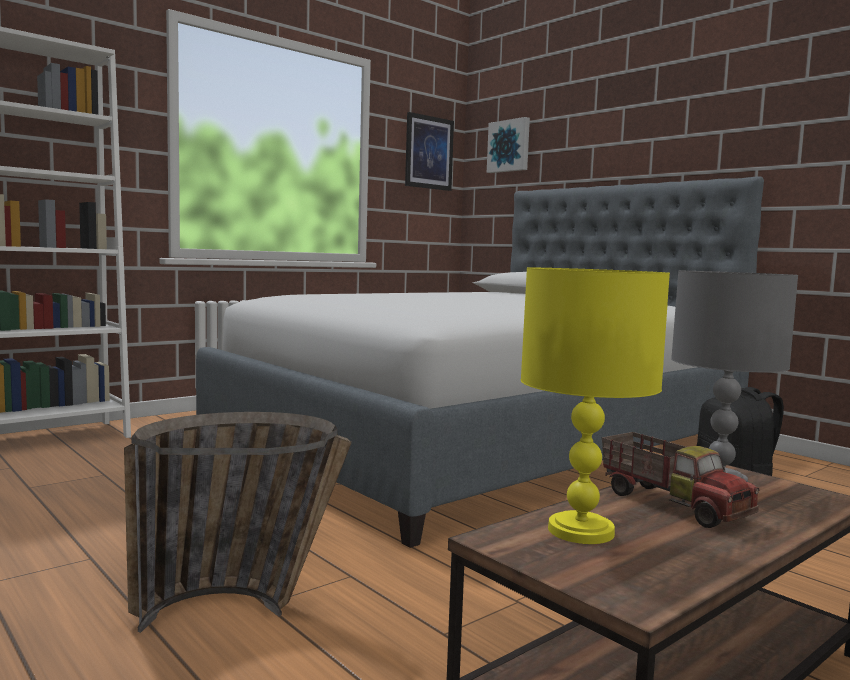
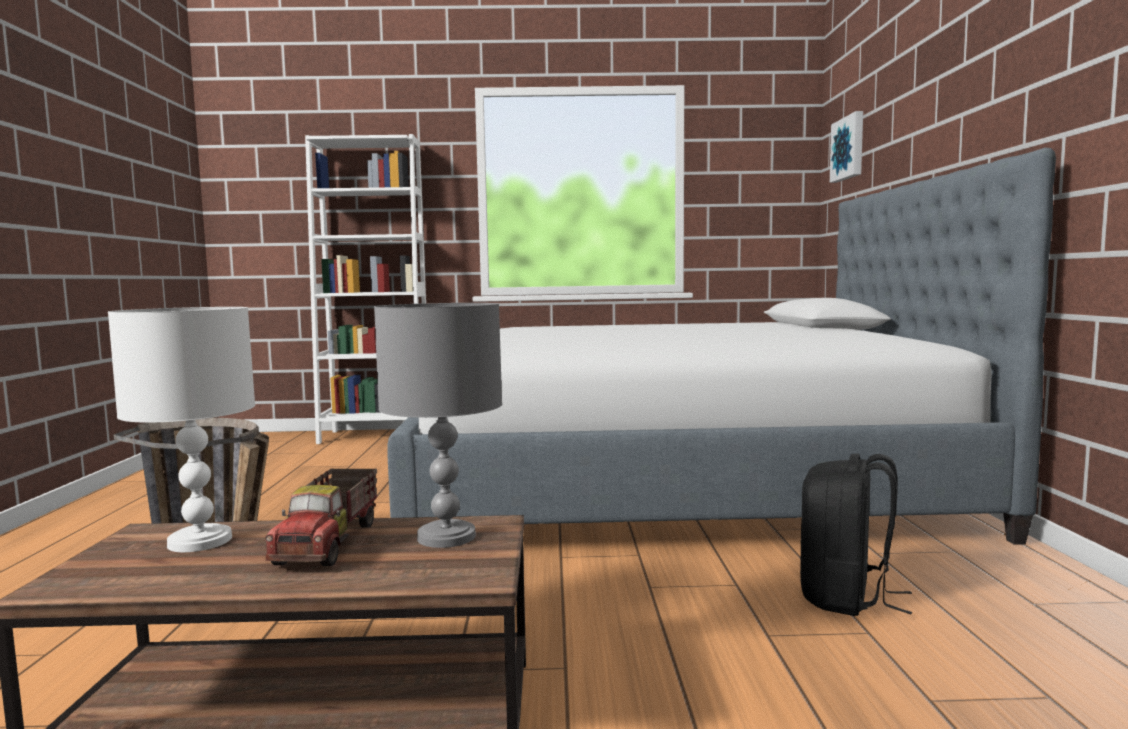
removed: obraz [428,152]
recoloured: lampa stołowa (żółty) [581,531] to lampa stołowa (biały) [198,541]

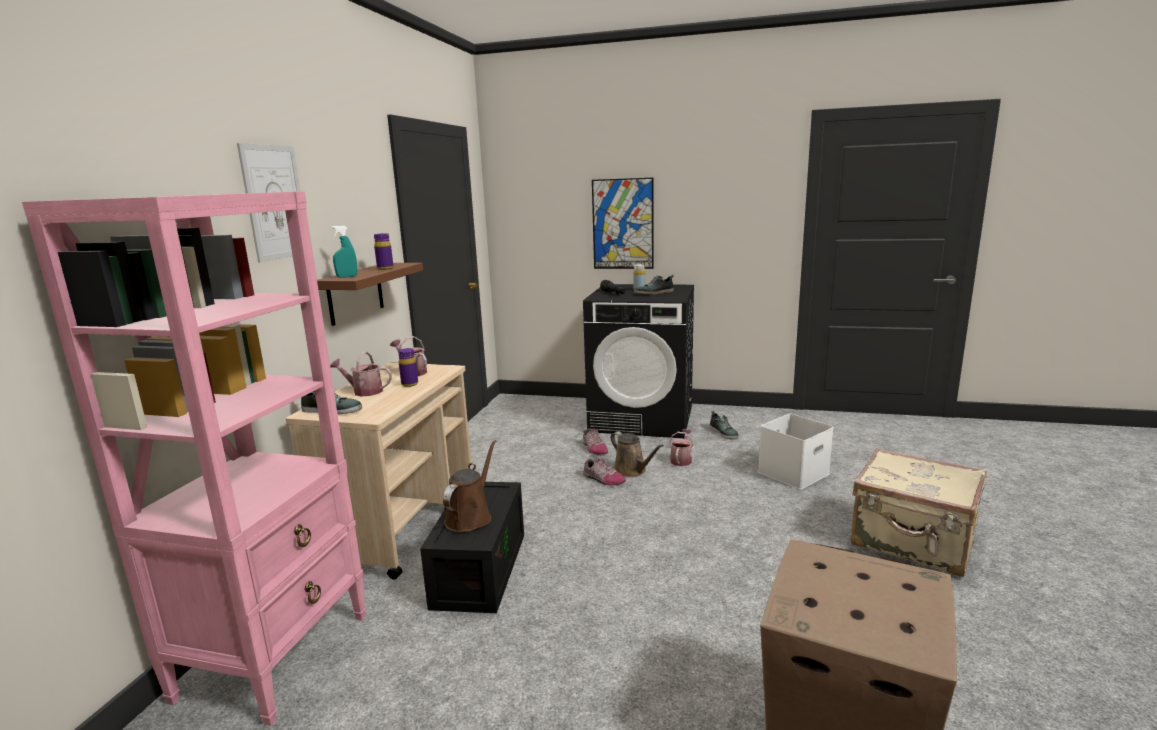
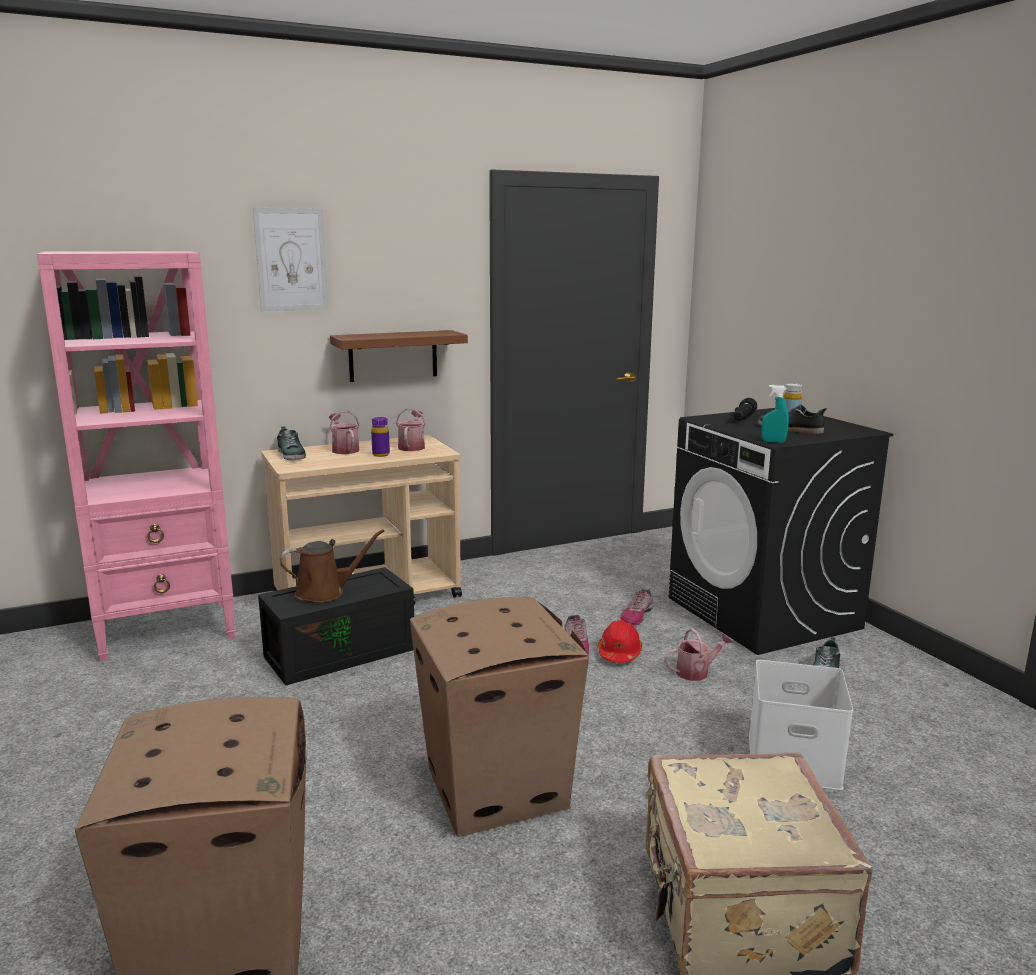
removed: obraz [623,224]; butelka (fioletowy) [385,268]
added: karton [496,786]
moved: spryskiwacz (turkusowy) [347,277] to [773,441]
replaced: konewka (brązowy) [632,471] to kask (czerwony) [619,653]

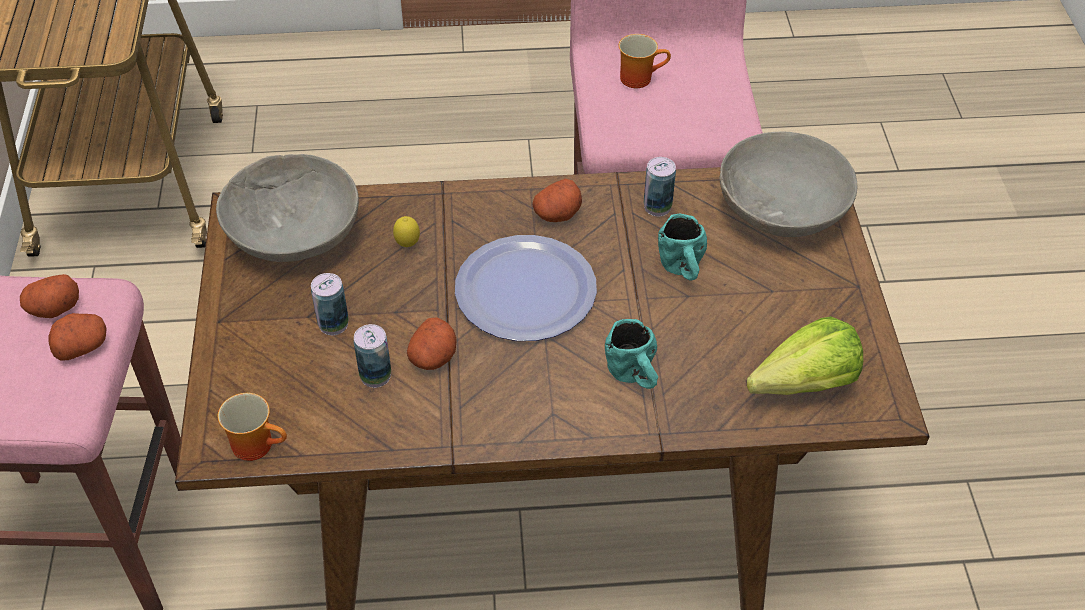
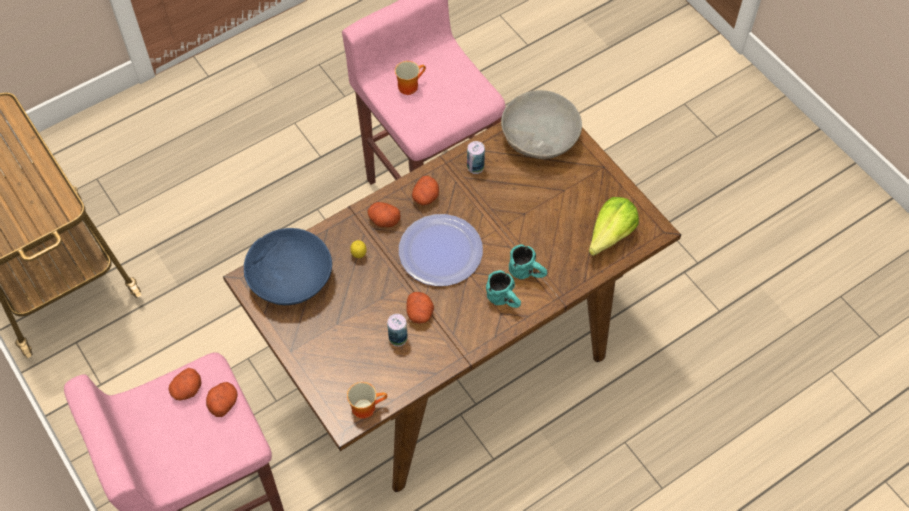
removed: puszka [333,324]
added: ziemniak [383,220]
moved: kubek (turkusowy) [683,271] to [504,300]
recoloured: miska (szary) [293,233] to miska (niebieski) [290,279]

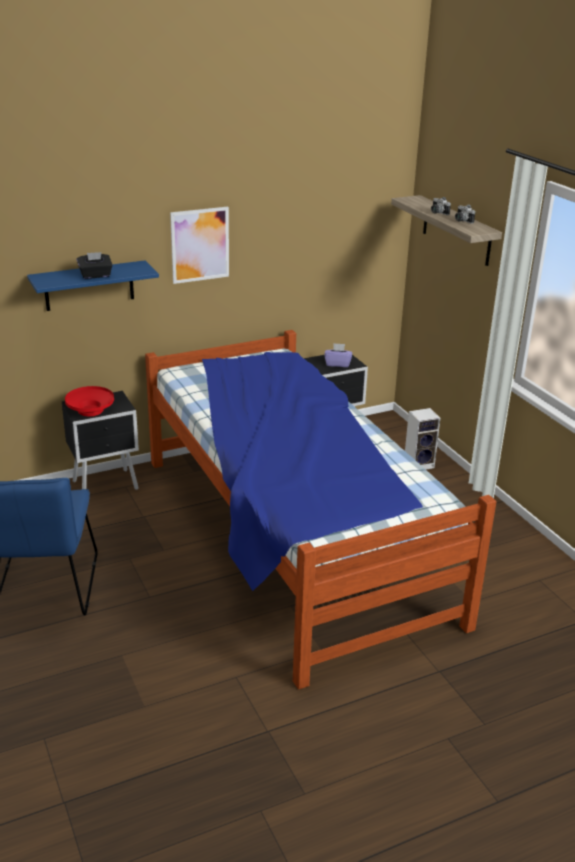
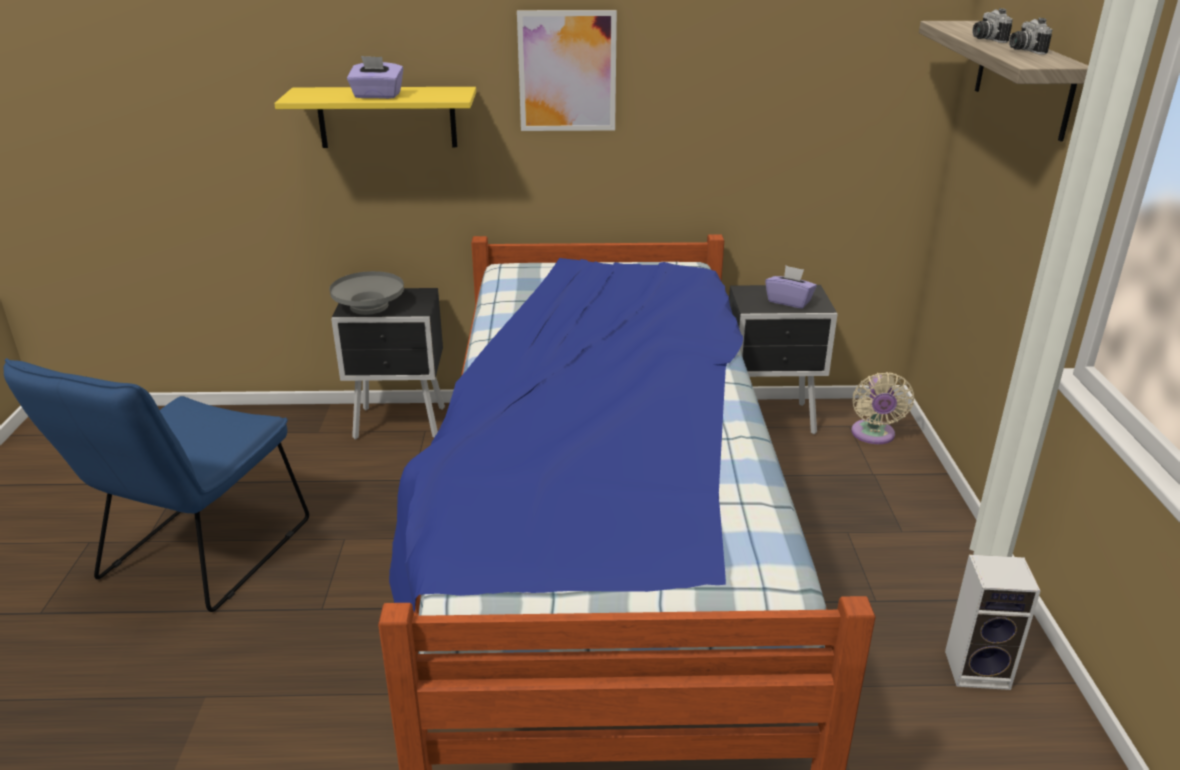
added: wentylator (beżowy) [873,435]
moved: głośnik [419,464] to [979,669]
recoloured: pudełko chusteczek (czarny) [95,275] to pudełko chusteczek (fioletowy) [377,96]; półka (niebieski) [89,286] to półka (żółty) [387,117]; miska (czerwony) [90,410] to miska (szary) [369,307]

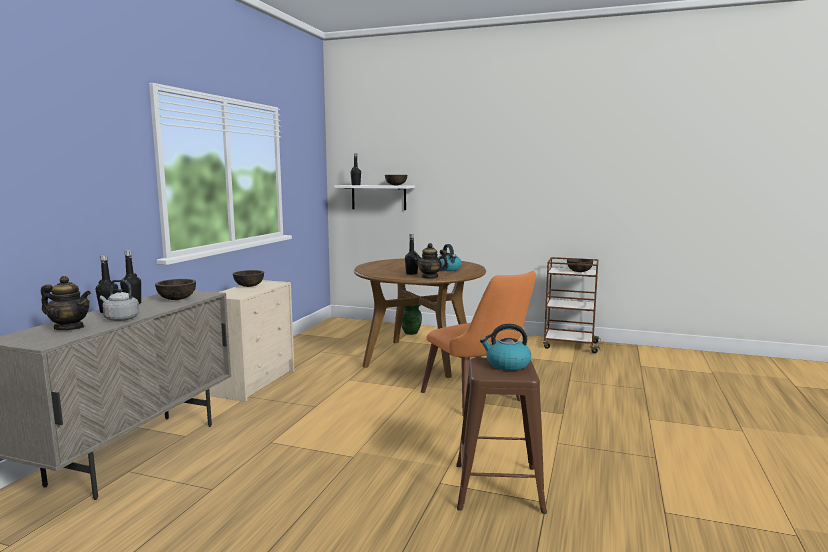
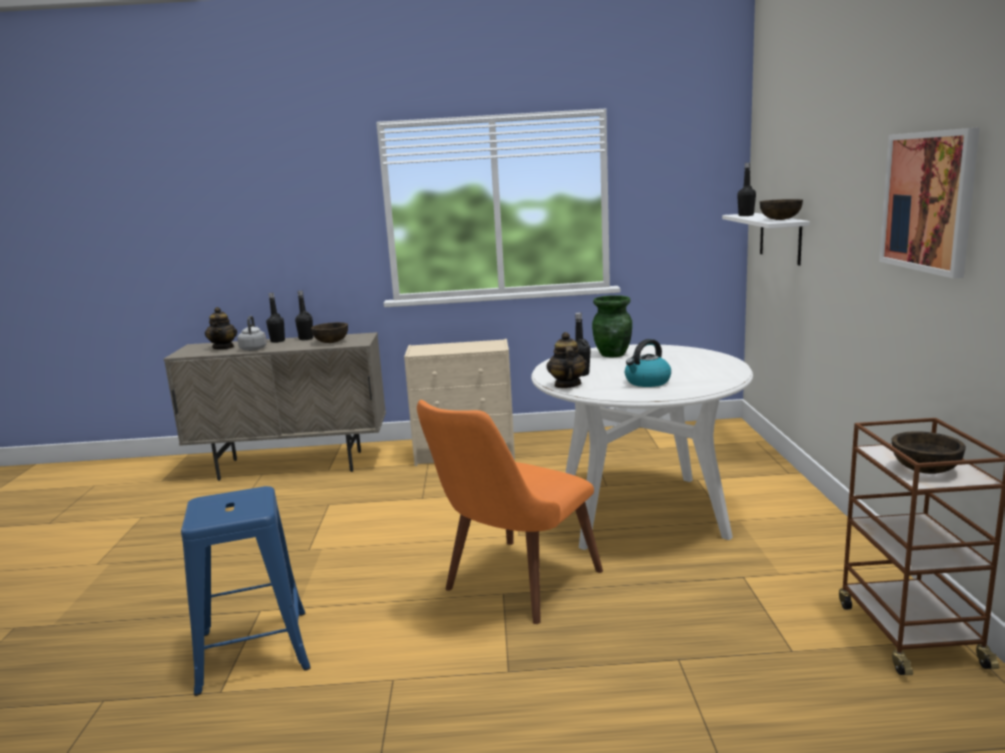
removed: miska (brązowy) [249,286]; czajnik [507,364]
added: obraz [928,201]
moved: wazon (zielony) [411,332] to [613,354]
recoloured: stół jadalny (brązowy) [419,358] to stół jadalny (biały) [640,510]; stołek (brązowy) [498,487] to stołek (niebieski) [253,650]

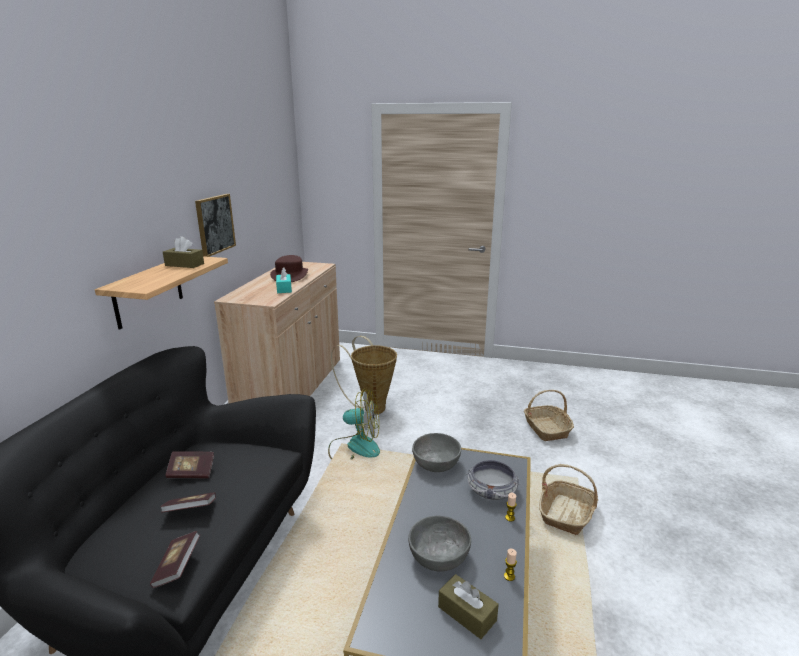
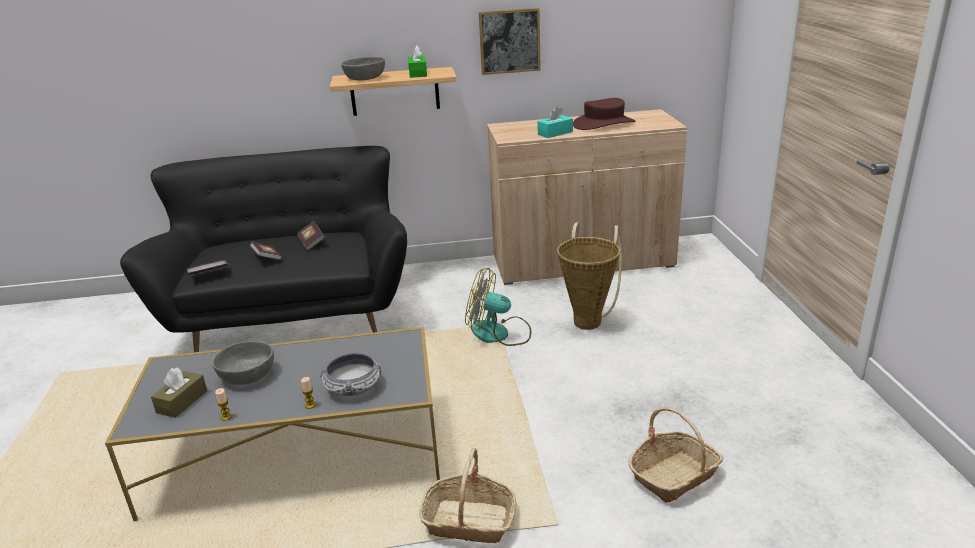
moved: miska (szary) [436,463] to [364,78]
recoloured: pudełko chusteczek (brązowy) [184,264] to pudełko chusteczek (zielony) [418,73]
turned: wentylator [355,447] = [499,334] 120 degrees clockwise

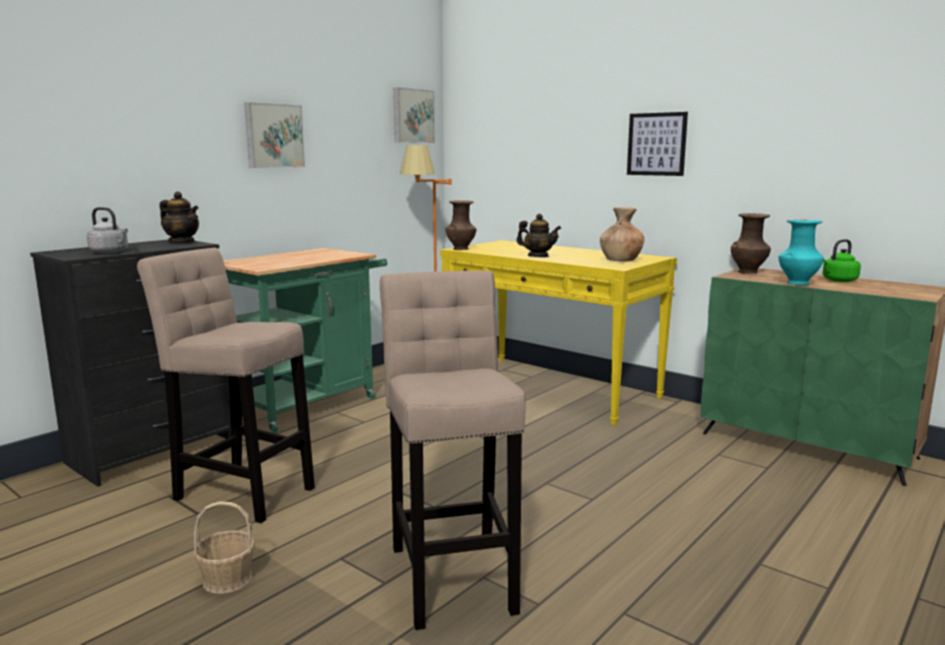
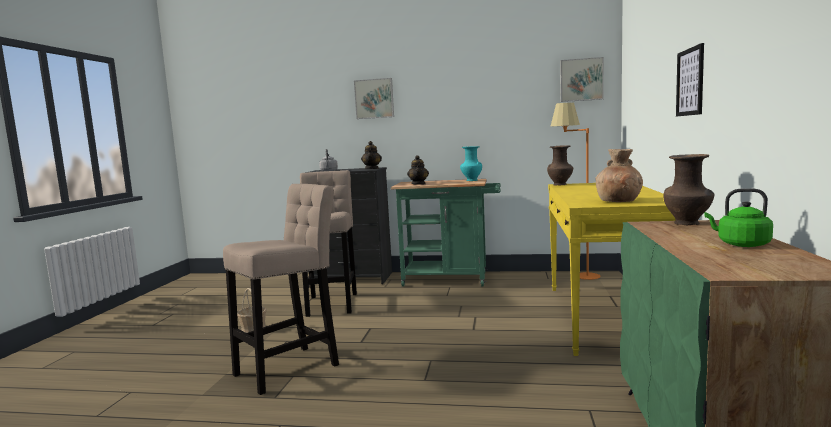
moved: obraz [273,136] to [374,98]; imbryk [538,256] to [418,184]; wazon (turkusowy) [797,283] to [471,180]

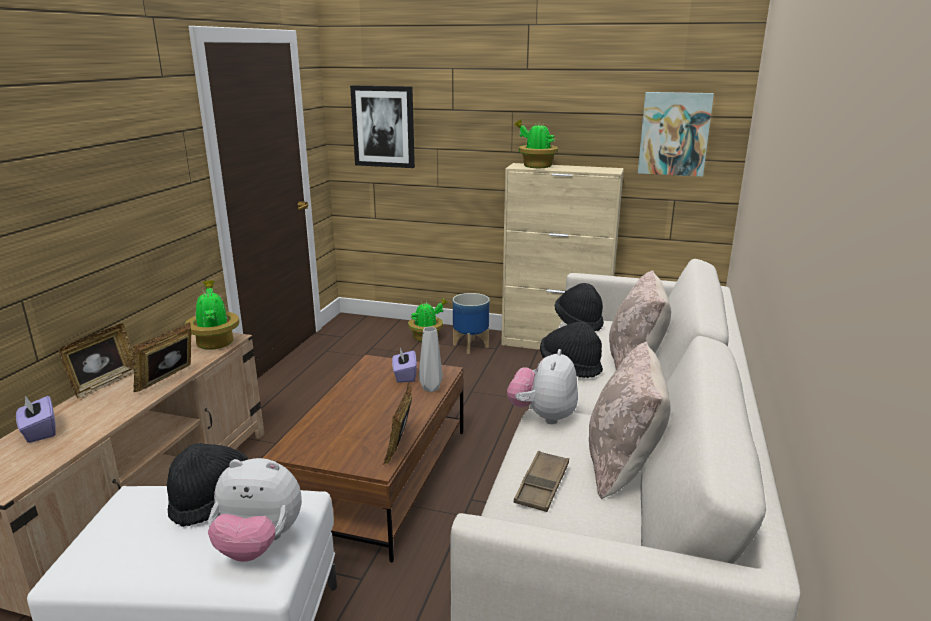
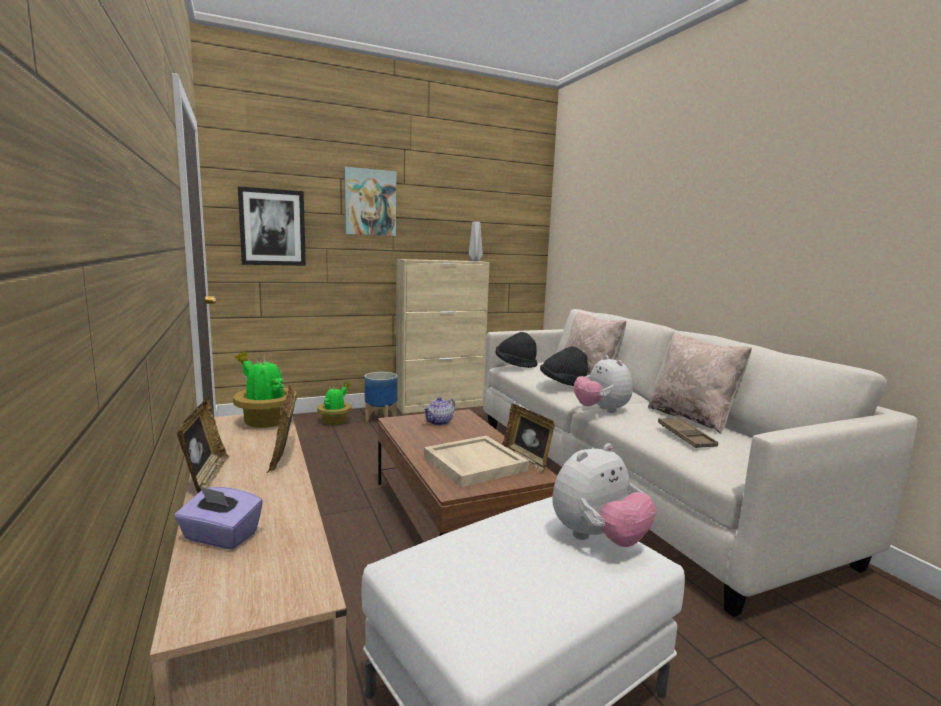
removed: roślina doniczkowa [536,166]; kapelusz (czarny) [212,500]
added: taca (beżowy) [473,463]
moved: obraz [674,134] to [370,202]; wazon (szary) [431,388] to [474,261]
replaced: pudełko chusteczek (fioletowy) [404,376] to imbryk [439,422]

